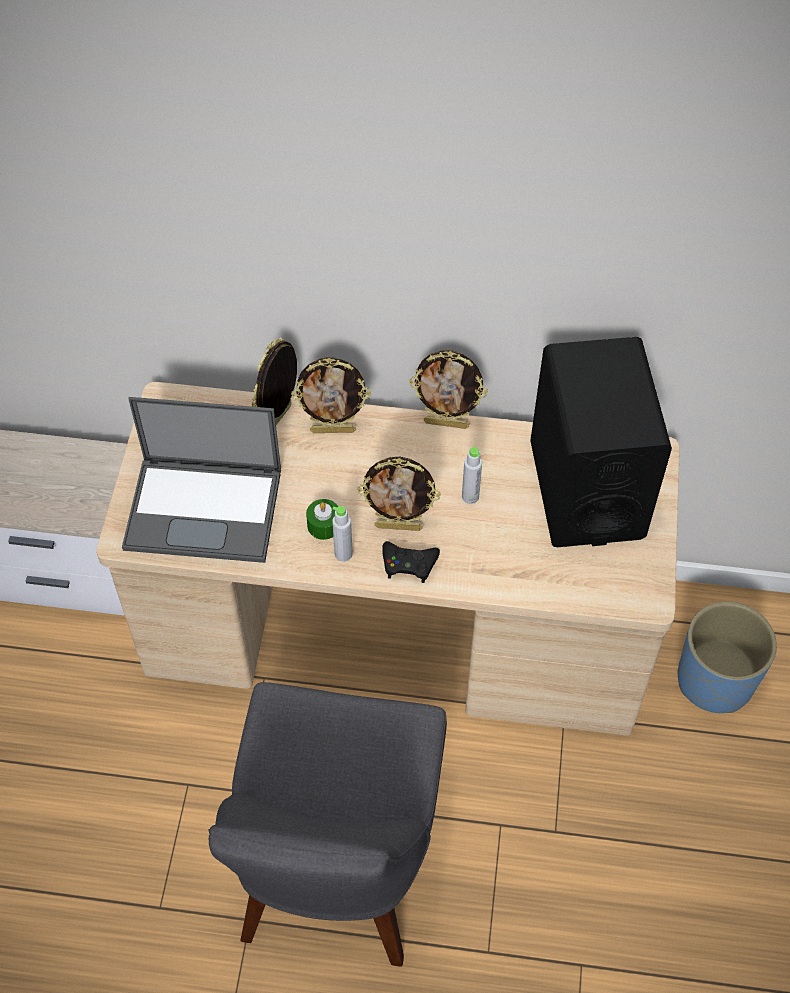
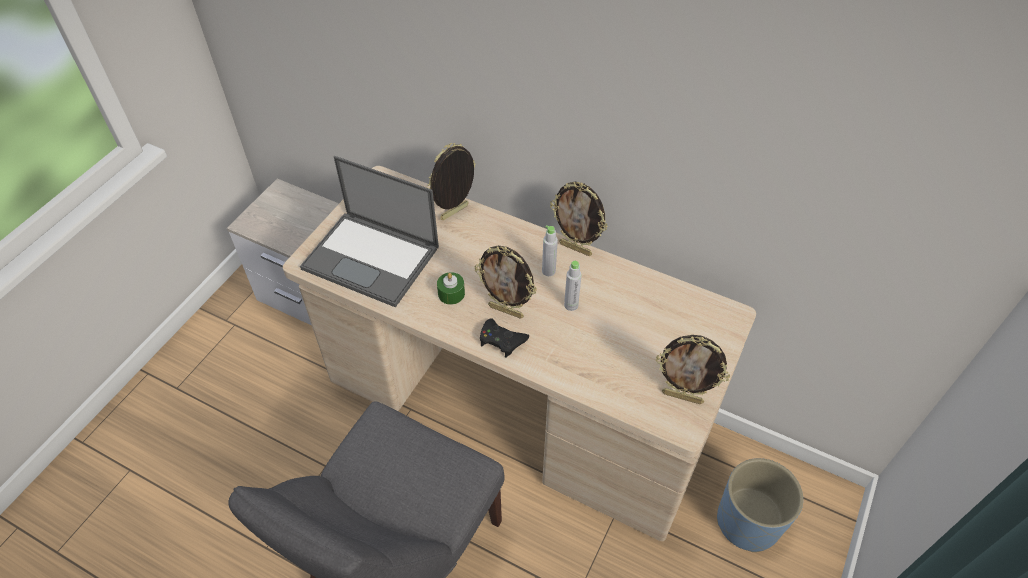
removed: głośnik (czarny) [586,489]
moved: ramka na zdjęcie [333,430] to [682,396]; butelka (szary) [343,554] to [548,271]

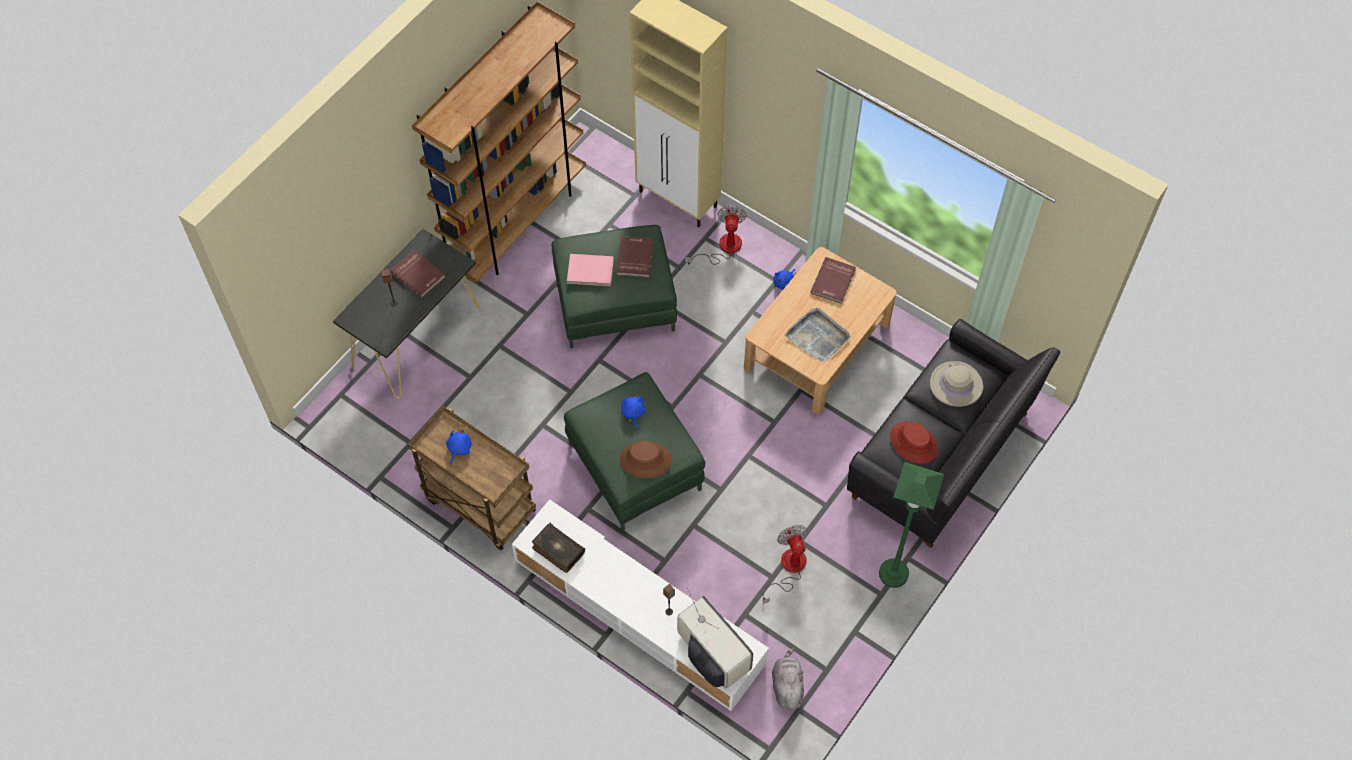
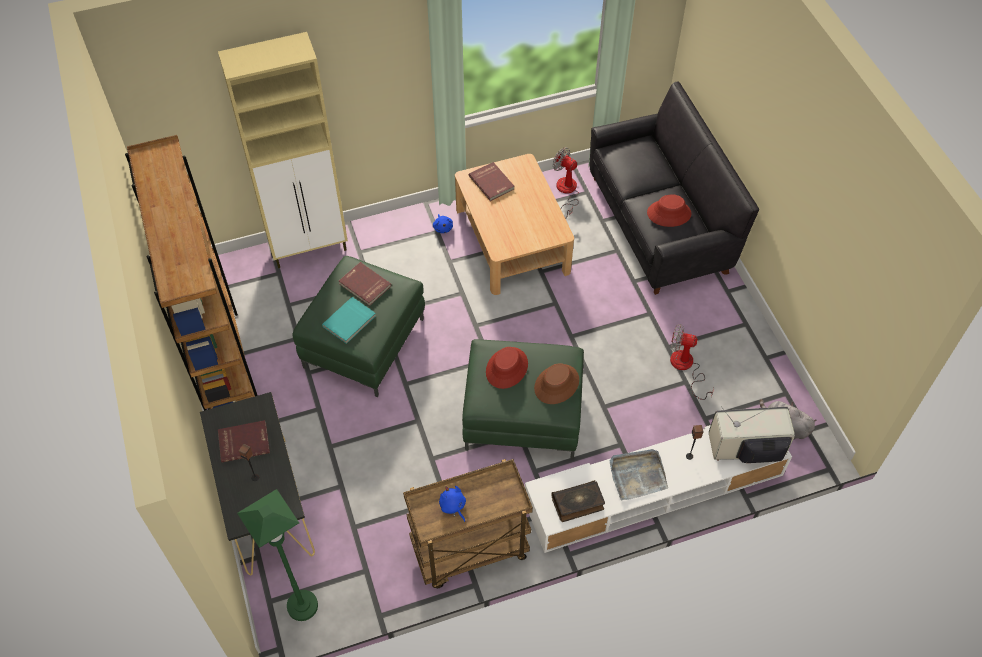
removed: kapelusz (beżowy) [956,385]
moved: wentylator [723,248] to [566,192]; taca (szary) [817,336] to [637,475]; lampa stojąca (zielony) [893,574] to [302,606]
replaced: pluszak (niebieski) [633,413] to kapelusz (czerwony) [507,368]
recoloured: książka (różowy) [590,272] to książka (turkusowy) [350,321]

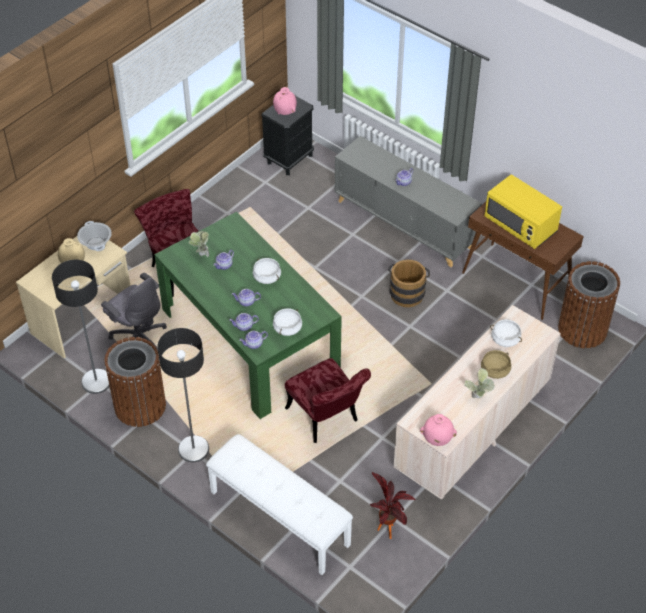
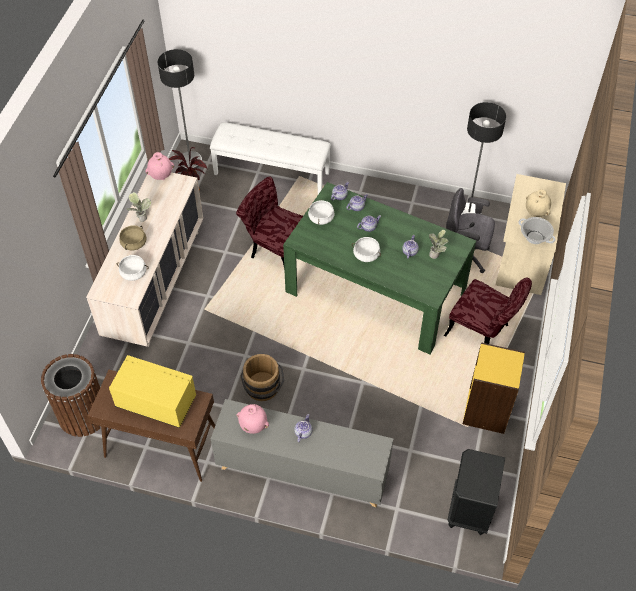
removed: kosz na śmieci (brązowy) [140,406]
added: regał (żółty) [487,411]
moved: wazon (różowy) [285,112] to [253,426]; lampa stojąca [193,449] to [190,160]

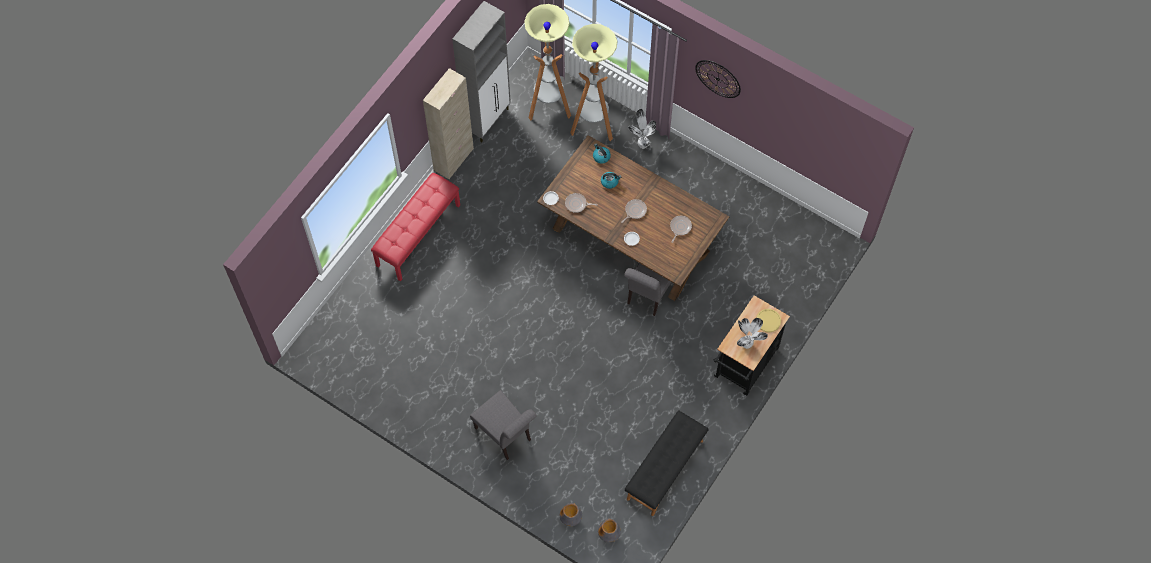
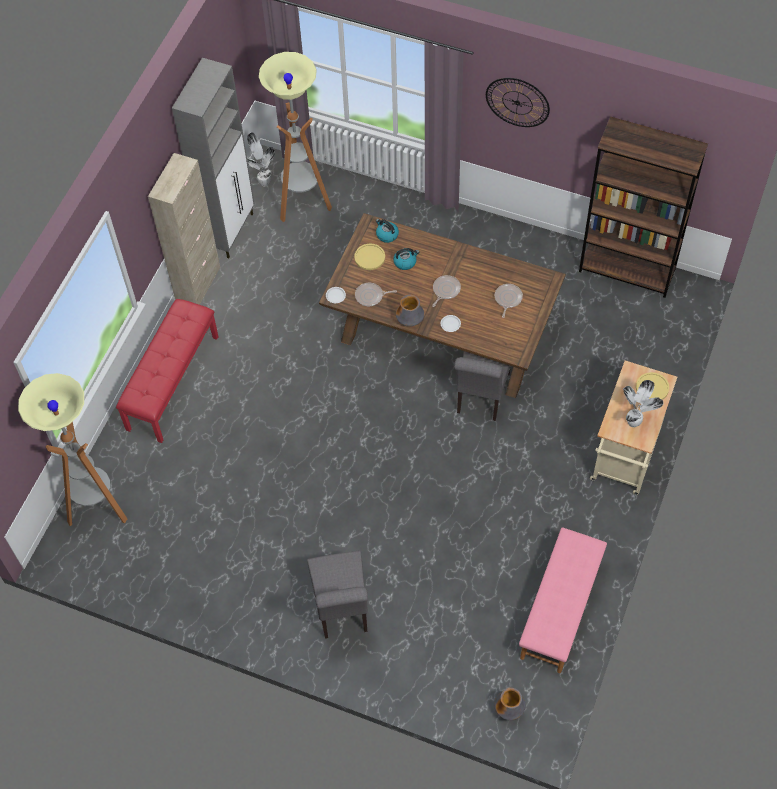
added: regał (brązowy) [627,270]; talerz (żółty) [369,257]
moved: lampa stojąca [593,126] to [98,507]; roślina doniczkowa [642,144] to [264,182]; wazon [570,518] to [410,321]
recoloured: wózek (czarny) [744,367] to wózek (beżowy) [624,460]; ławka (czarny) [665,470] to ławka (różowy) [560,610]
turned: krzesło (szary) [505,436] = [342,610] 45 degrees clockwise

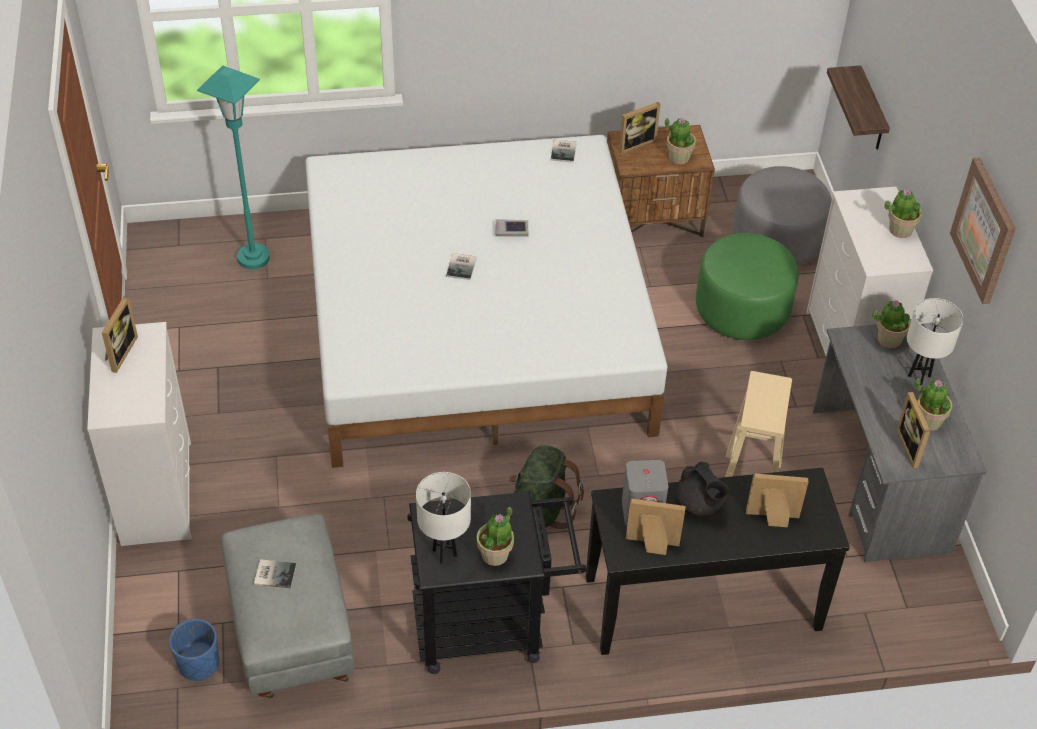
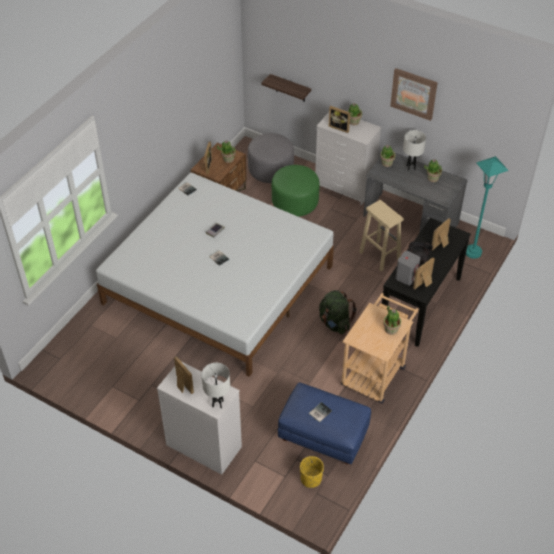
moved: lampa stojąca (turkusowy) [253,258] to [473,252]; ramka na zdjęcie [913,447] to [339,127]; lampa stołowa (biały) [444,553] to [218,404]
recoloured: wózek (czarny) [491,625] to wózek (beżowy) [376,371]; pufa (szary) [291,633] to pufa (niebieski) [323,438]; donica (niebieski) [198,664] to donica (żółty) [311,479]

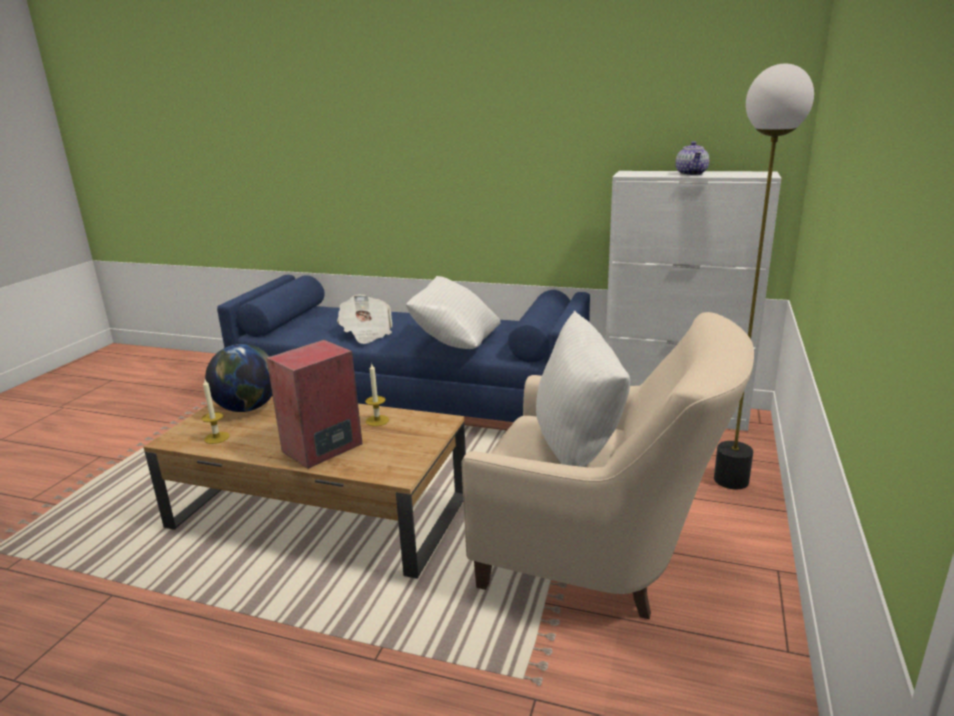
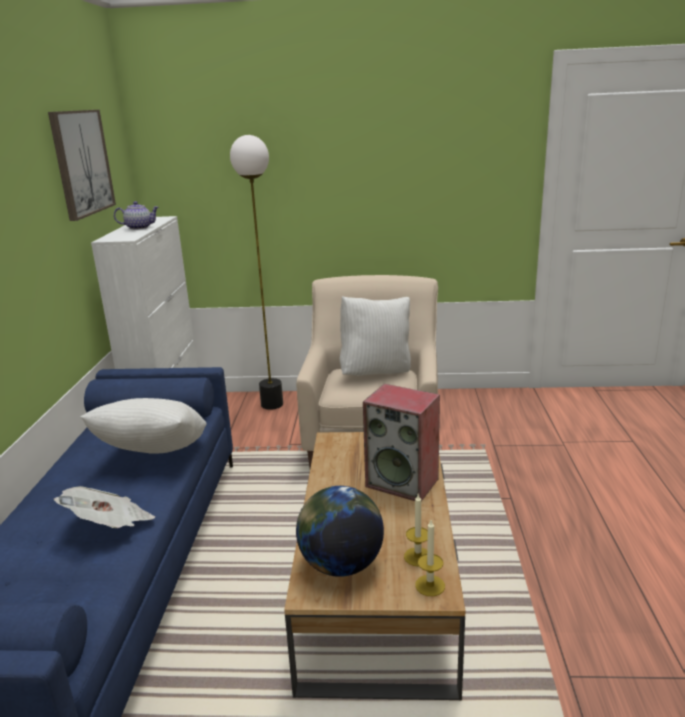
added: obraz [81,163]
moved: świeca [377,420] to [430,585]

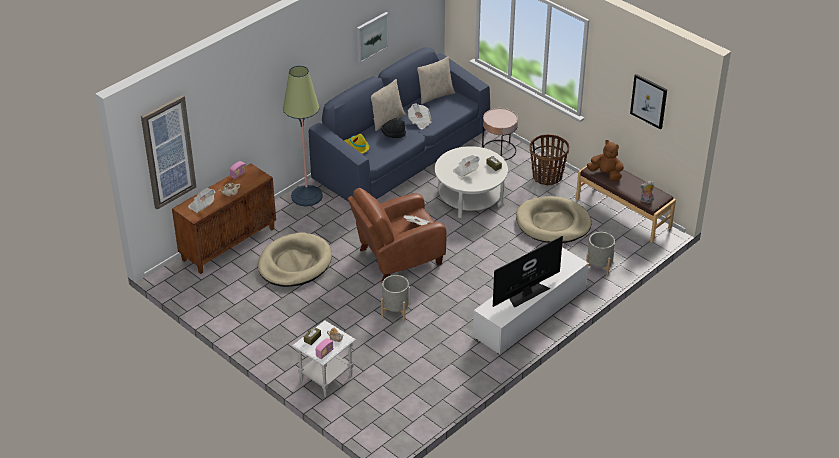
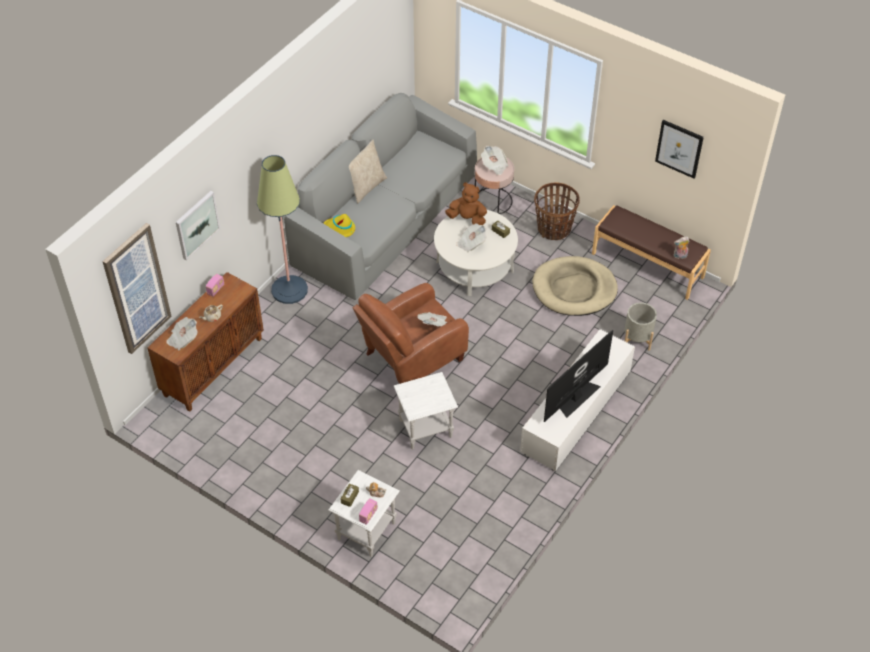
removed: poduszka (beżowy) [435,95]; kapelusz (czarny) [393,134]; legowisko (beżowy) [294,263]
moved: obraz [372,37] to [196,224]; gazeta [419,122] to [494,166]; pluszak (brązowy) [605,174] to [467,219]
replaced: donica (szary) [395,310] to stolik (biały) [425,429]
recoloured: kanapa (niebieski) [402,154] to kanapa (szary) [385,220]

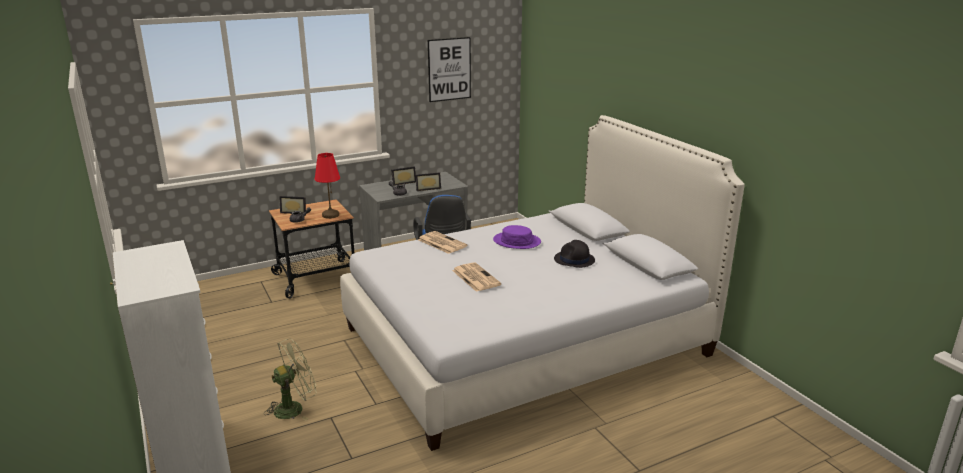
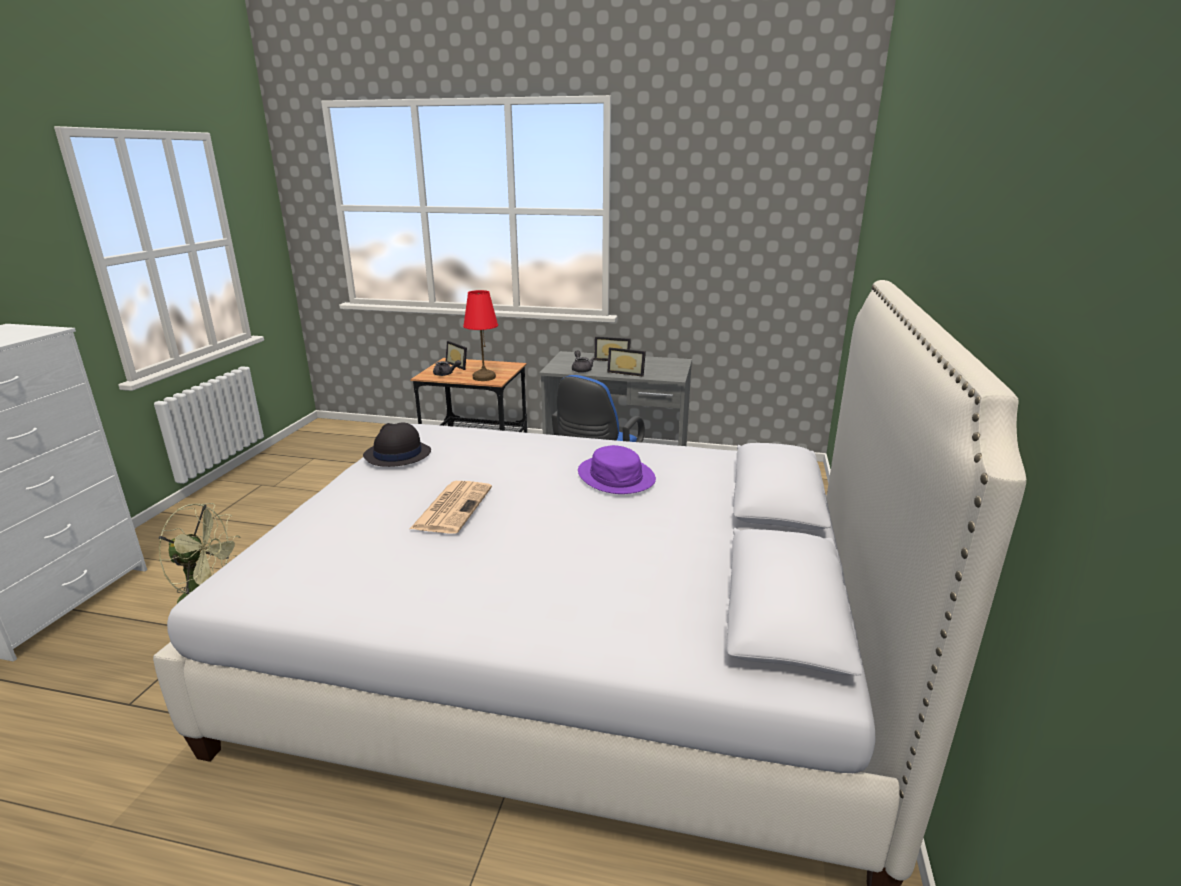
removed: obraz [449,69]; gazeta [441,243]
moved: kapelusz (czarny) [574,260] to [397,454]

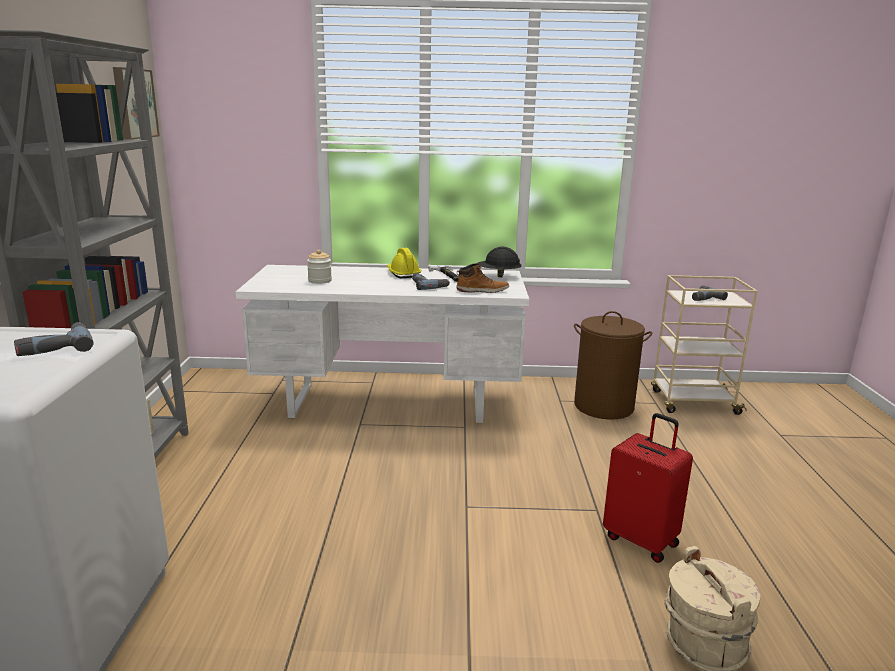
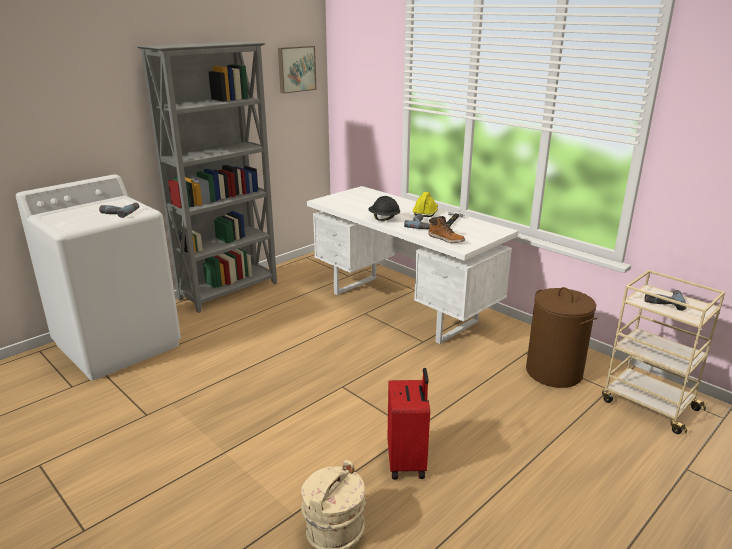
removed: słoik [320,281]
moved: kask (czarny) [498,276] to [383,219]

